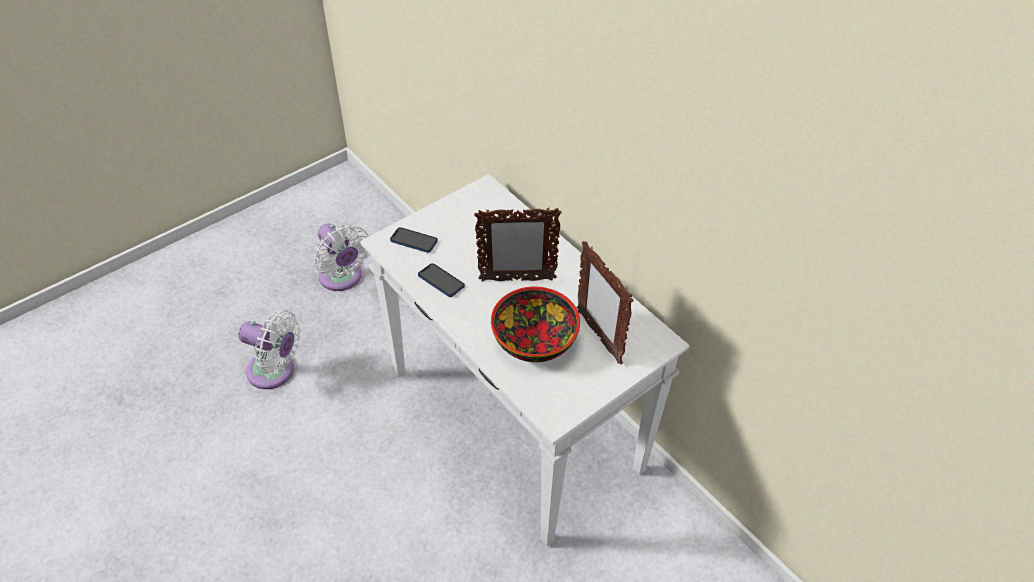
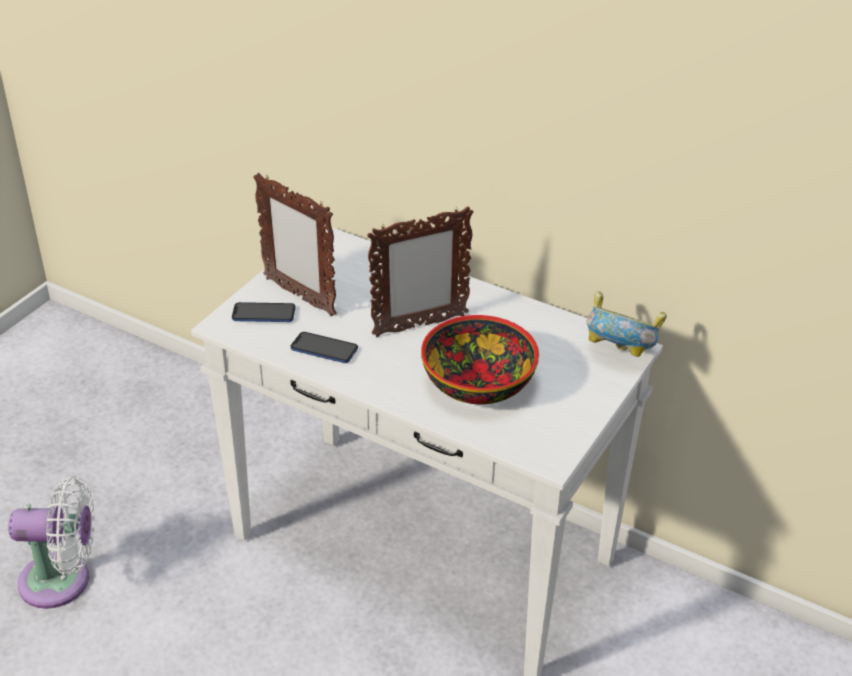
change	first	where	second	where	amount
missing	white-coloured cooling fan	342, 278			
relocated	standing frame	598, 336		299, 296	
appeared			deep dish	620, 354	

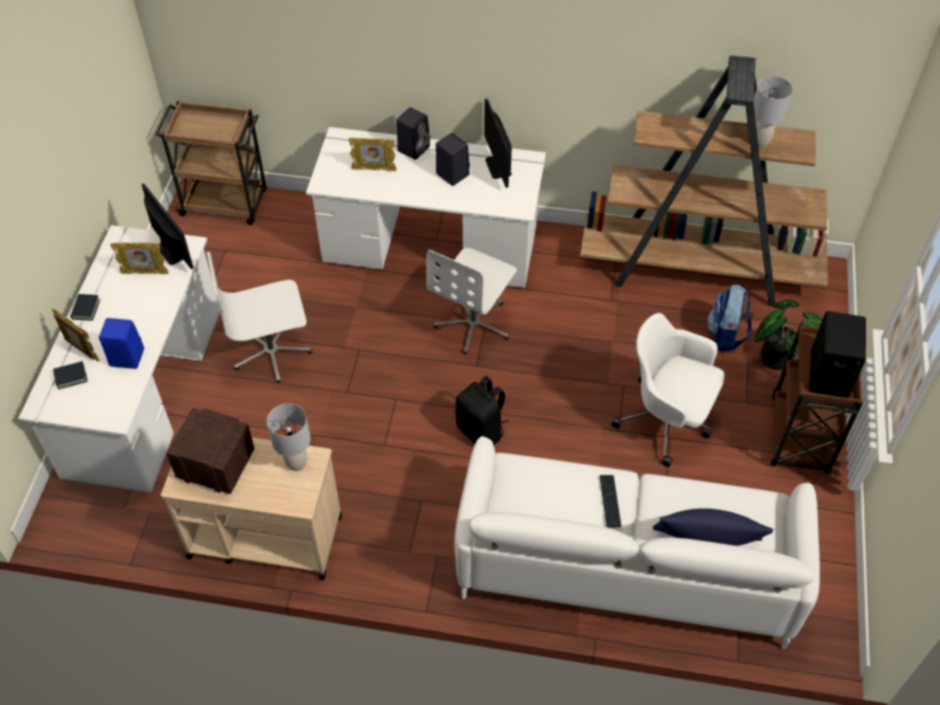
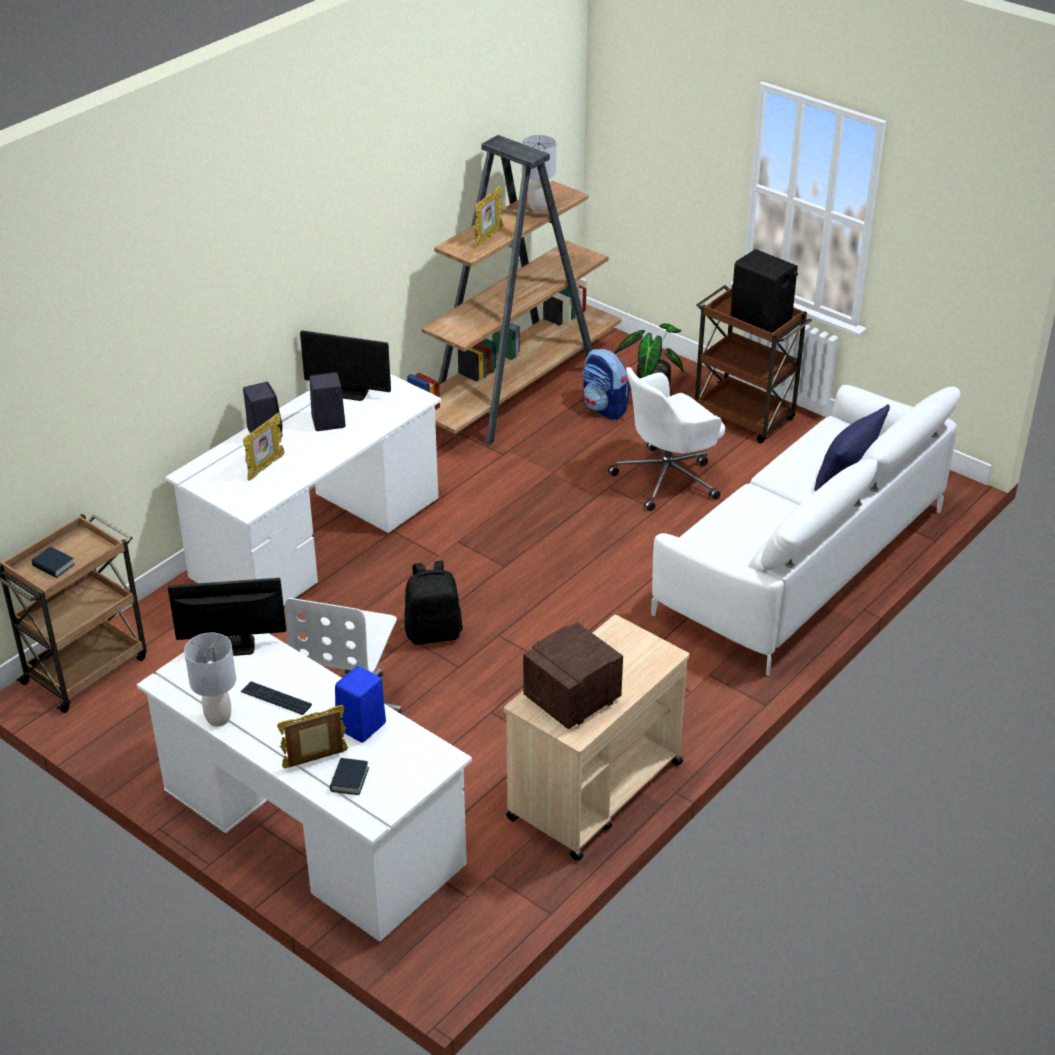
change	first	where	second	where	amount
relocated	volume	86, 309		53, 566	
relocated	standing frame	145, 273		488, 237	
relocated	grey tabletop lamp	296, 463		218, 719	
missing	white-coloured desk chair	474, 324			
relocated	black-coloured knapsack	481, 430		434, 632	
relocated	keyboard	610, 501		276, 699	

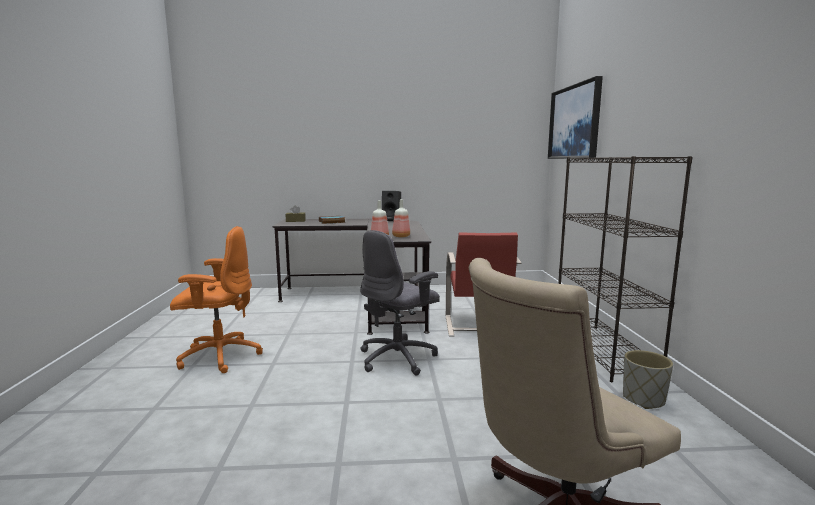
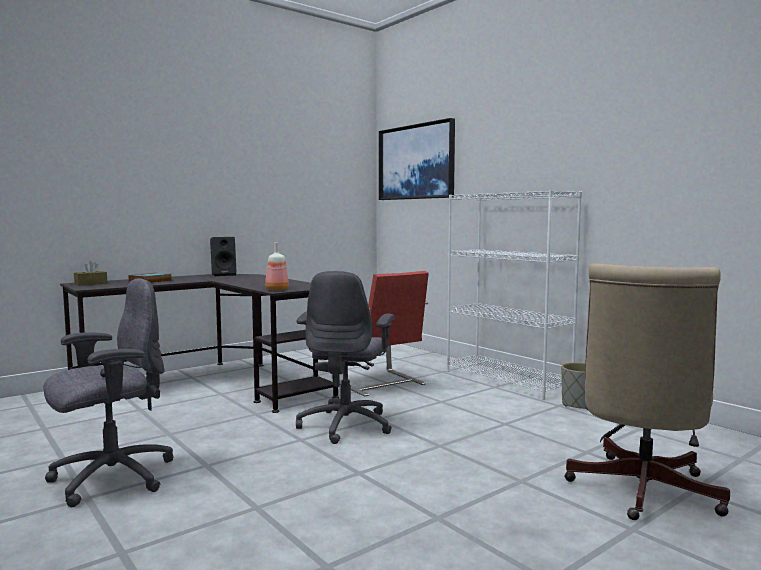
change	first	where	second	where	amount
colour	orange desk chair	219, 356	grey desk chair	110, 478	
missing	bottle	400, 236			
colour	black-coloured bookcase	603, 351	white-coloured bookcase	507, 380	

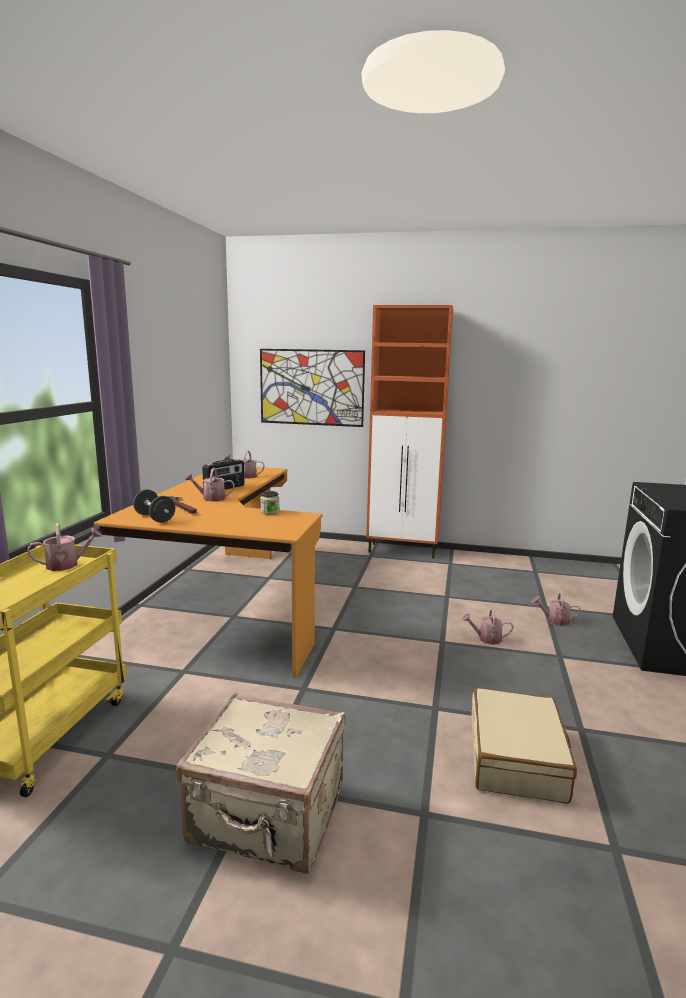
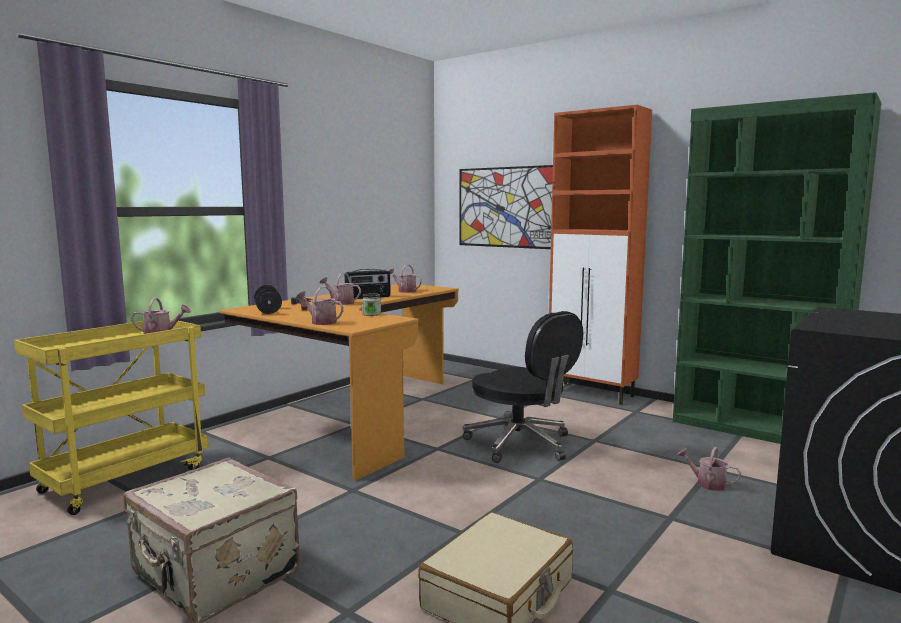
change	first	where	second	where	amount
relocated	watering pot	486, 639		321, 322	
appeared			black-coloured desk chair	521, 444	
appeared			green bookcase	756, 429	

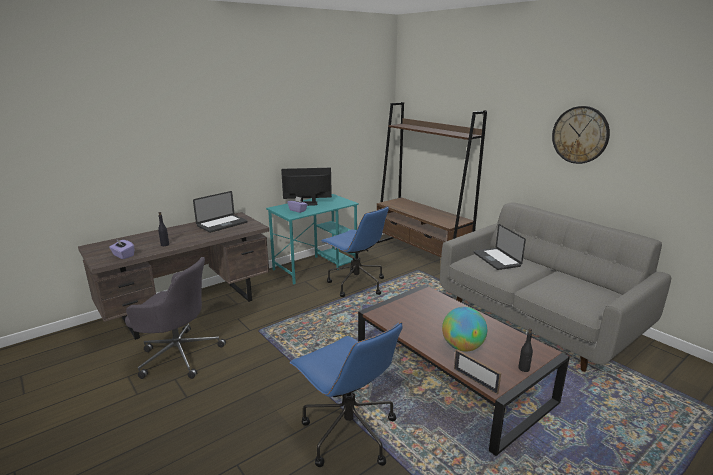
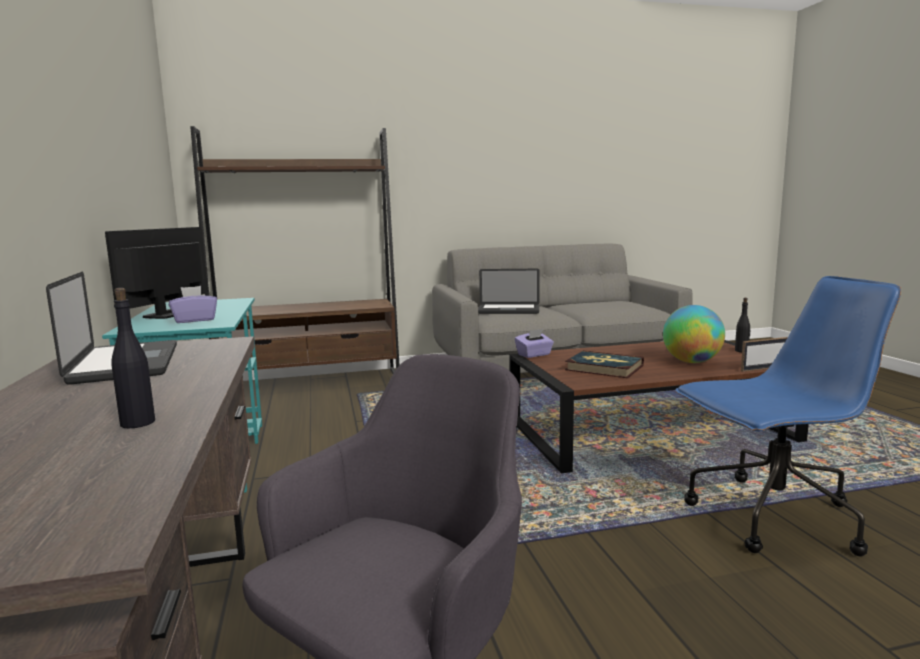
change	first	where	second	where	amount
relocated	purplish tissue box	123, 255		534, 355	
missing	bluish desk chair	356, 284			
missing	clock on the wall	580, 135			
appeared			volume	604, 368	

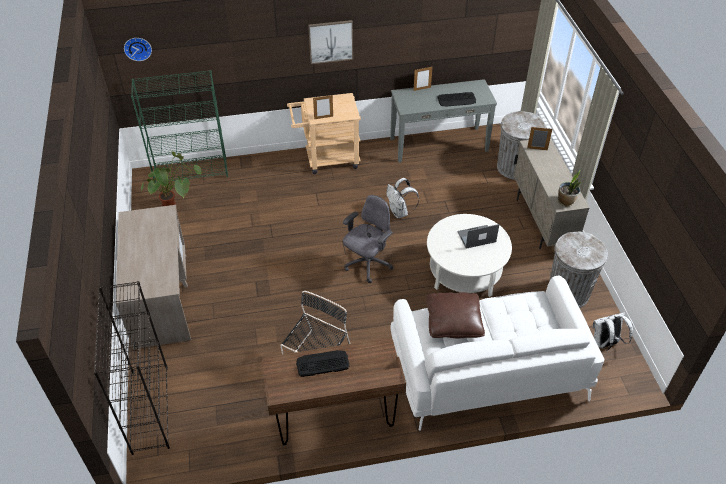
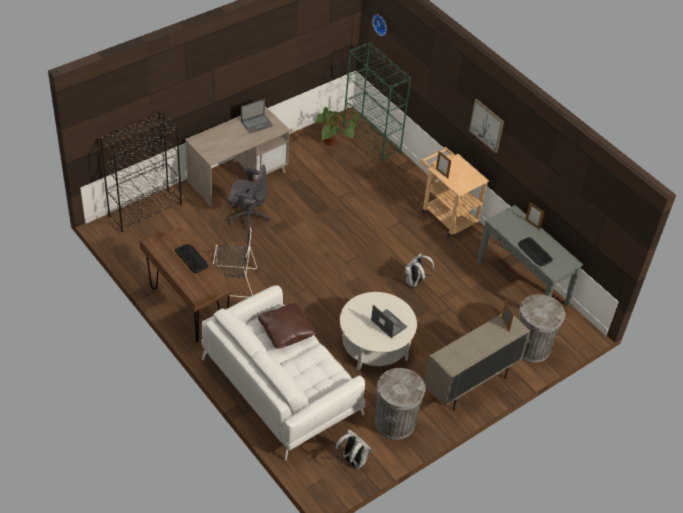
change	first	where	second	where	amount
relocated	grey desk chair	367, 264		247, 217	
missing	plant in a pot	566, 201			
appeared			laptop	257, 123	

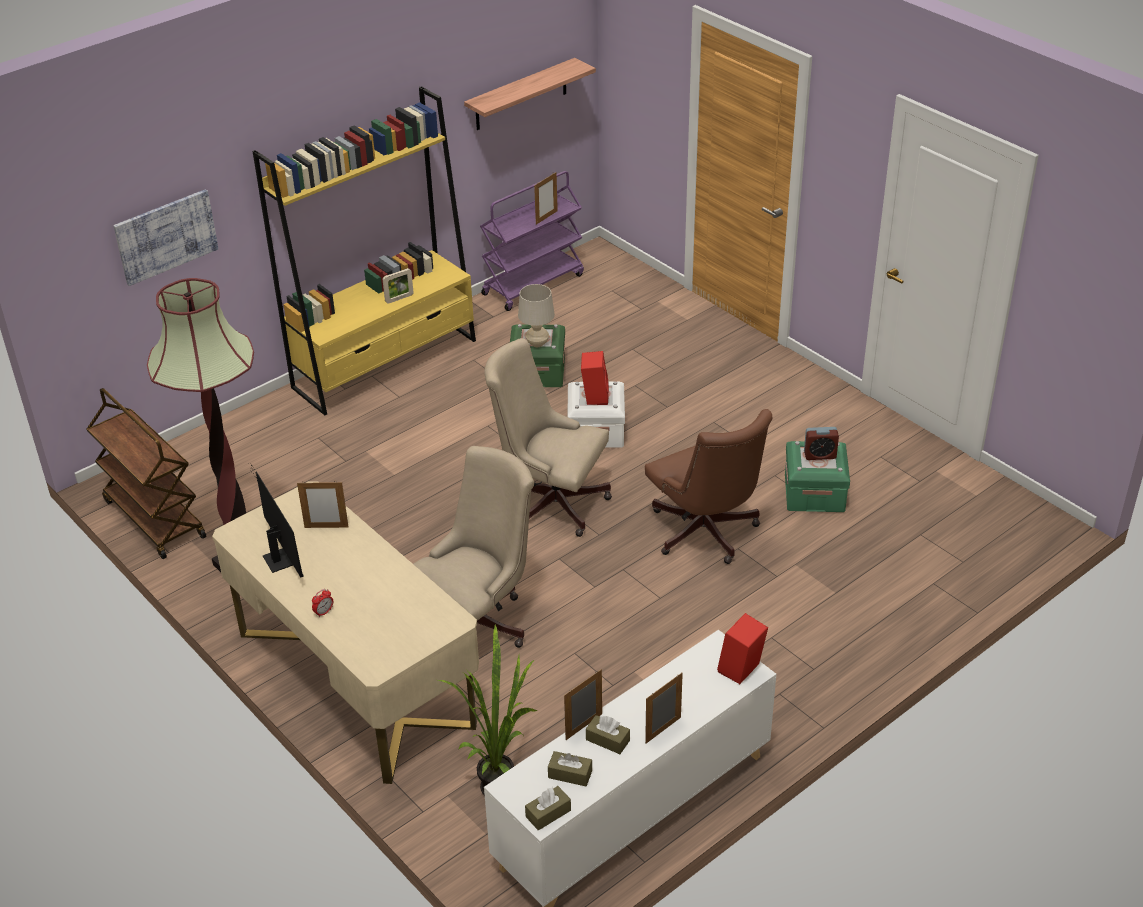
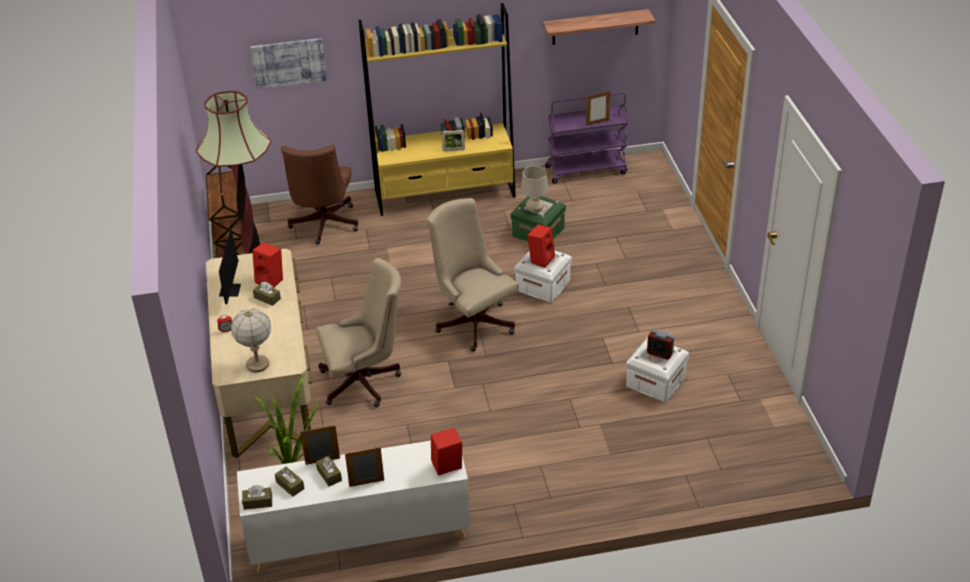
change	first	where	second	where	amount
exchanged	standing frame	326, 527	red audio speaker	271, 280	
relocated	brownish desk chair	706, 535		323, 226	
colour	green storage bin	814, 493	white-coloured storage bin	655, 381	
appeared			tabletop lamp	257, 364	
appeared			brownish tissue box	267, 298	

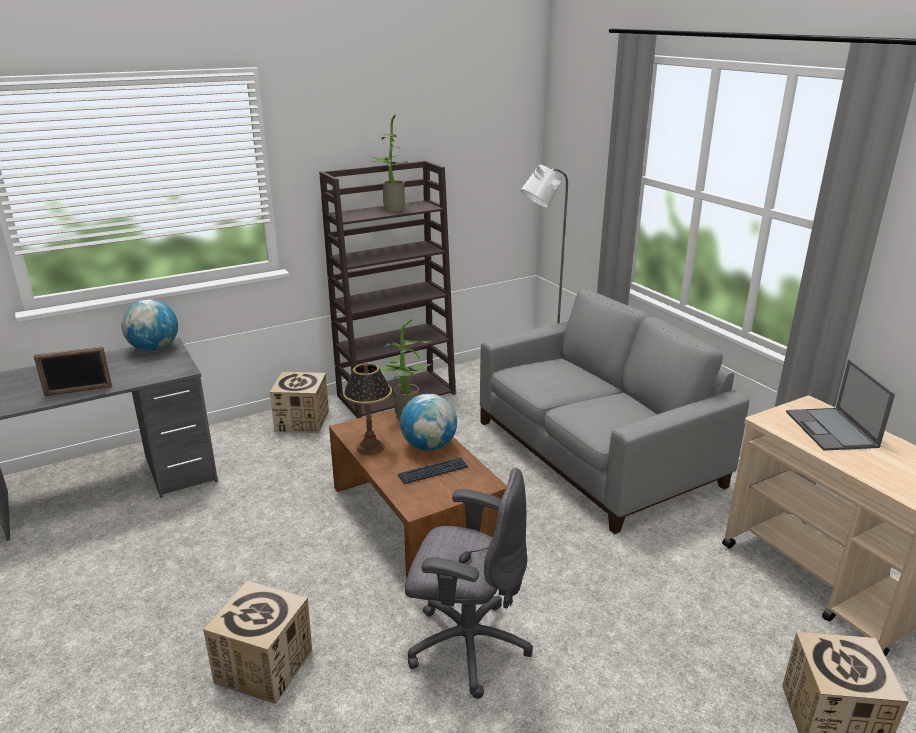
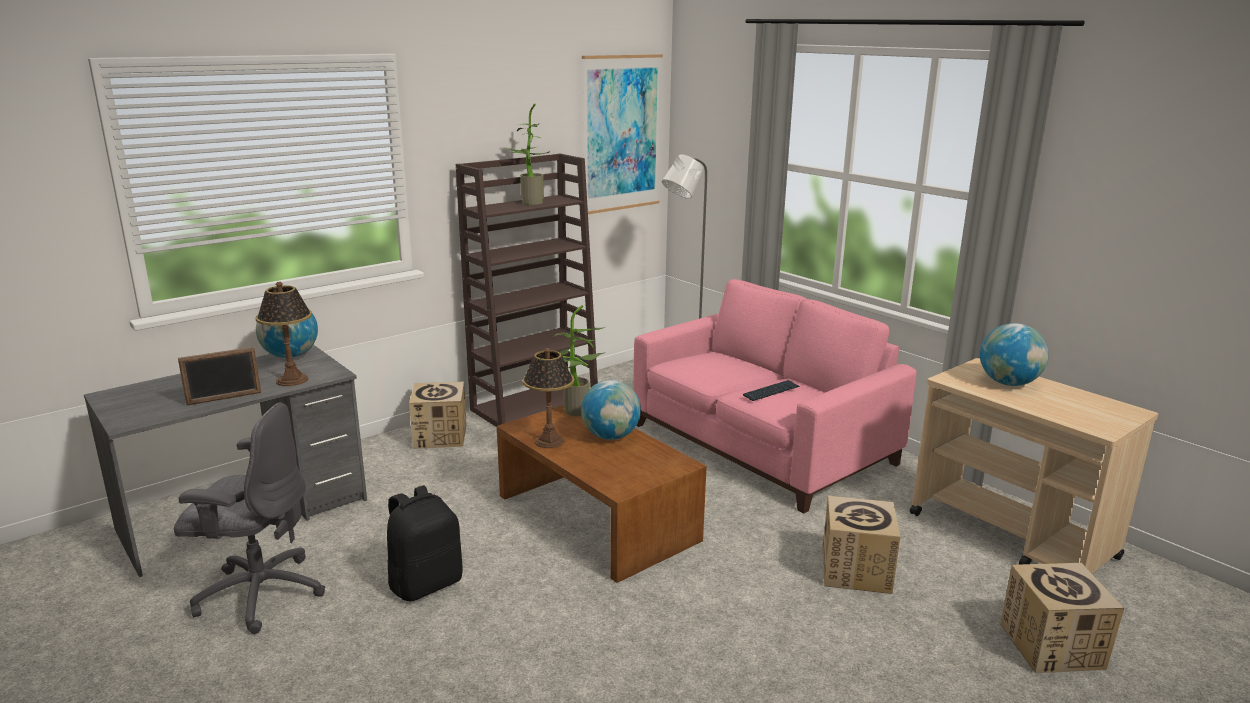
change	first	where	second	where	amount
relocated	packing box	265, 666		856, 570	
relocated	keyboard	433, 472		771, 391	
relocated	grey desk chair	466, 645		259, 593	
colour	grey sofa	594, 453	pink sofa	760, 444	
exchanged	laptop	832, 430	world globe	1008, 383	
appeared			tabletop lamp	292, 380	
appeared			black-coloured knapsack	426, 583	
appeared			picture	621, 133	

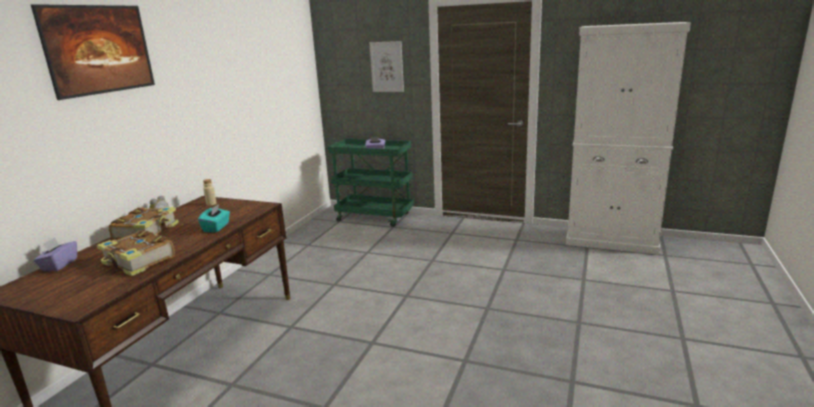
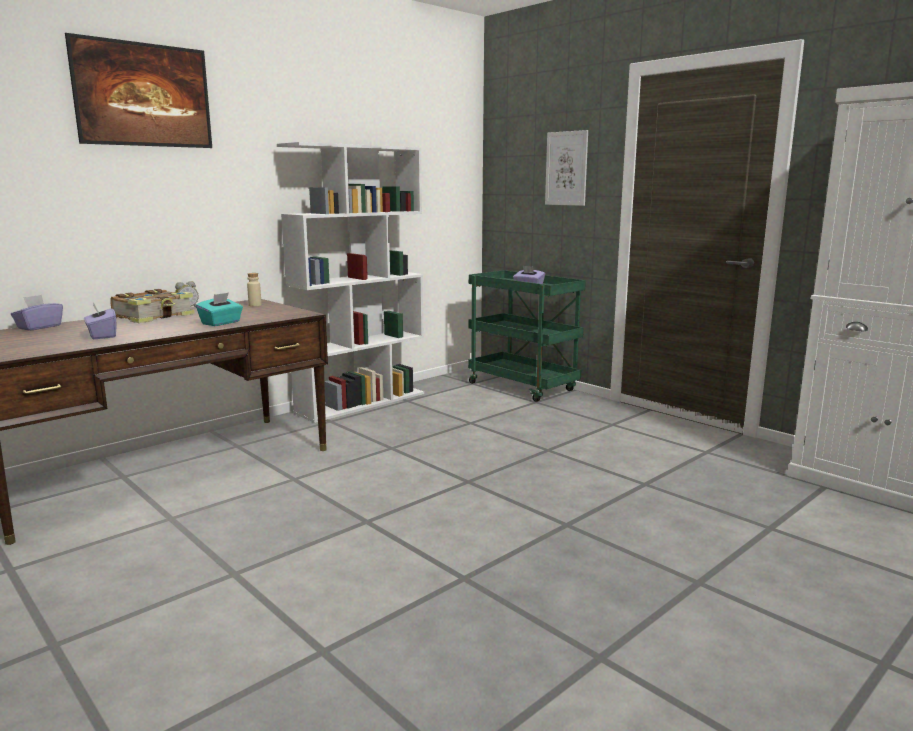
change	first	where	second	where	amount
exchanged	volume	138, 261	purplish tissue box	102, 335	
appeared			white-coloured bookcase	361, 402	

